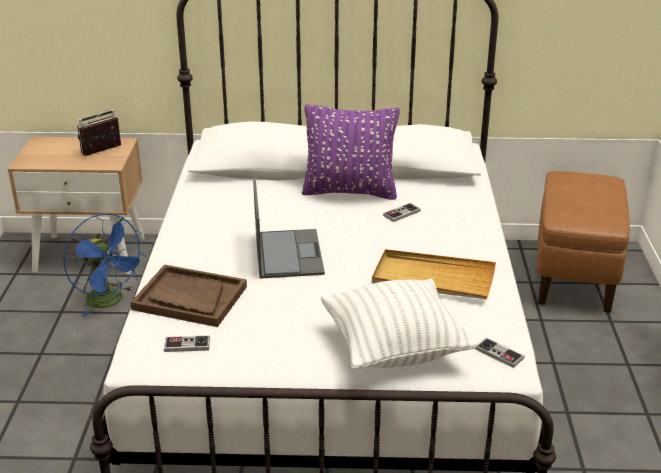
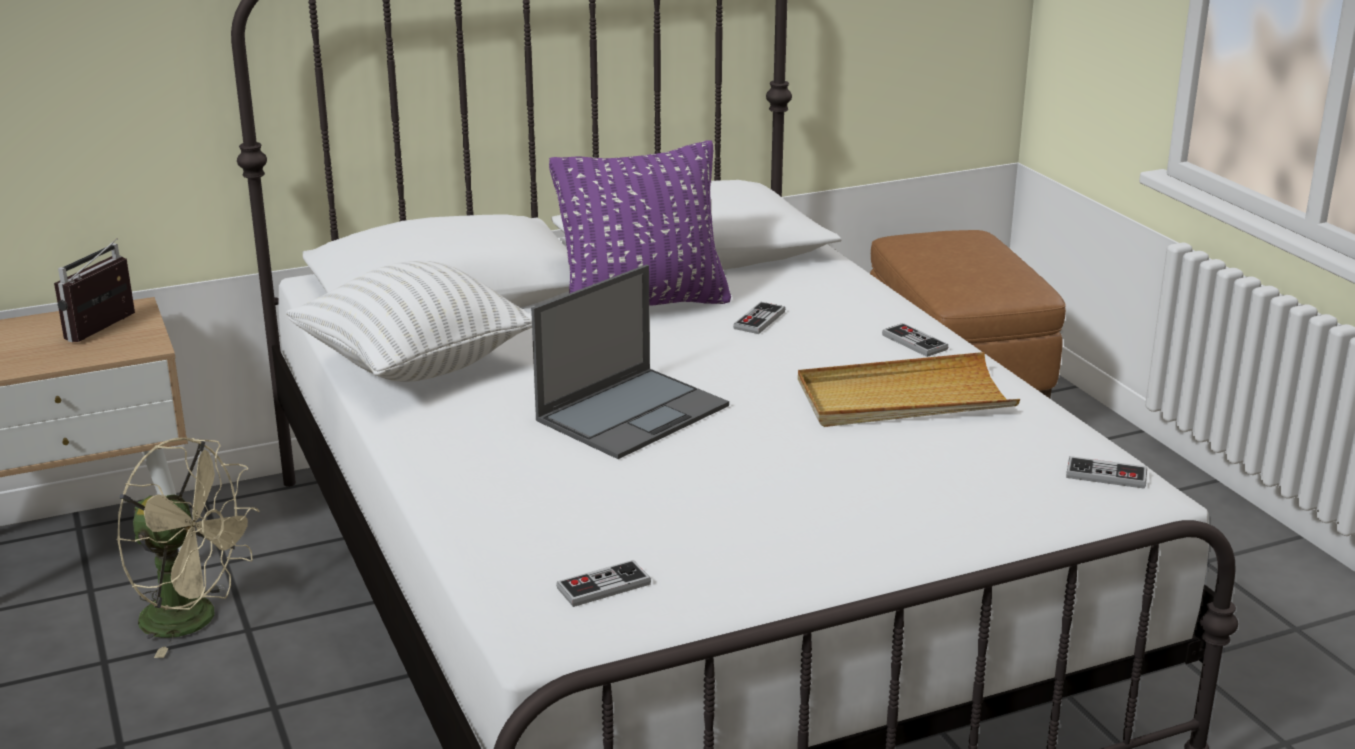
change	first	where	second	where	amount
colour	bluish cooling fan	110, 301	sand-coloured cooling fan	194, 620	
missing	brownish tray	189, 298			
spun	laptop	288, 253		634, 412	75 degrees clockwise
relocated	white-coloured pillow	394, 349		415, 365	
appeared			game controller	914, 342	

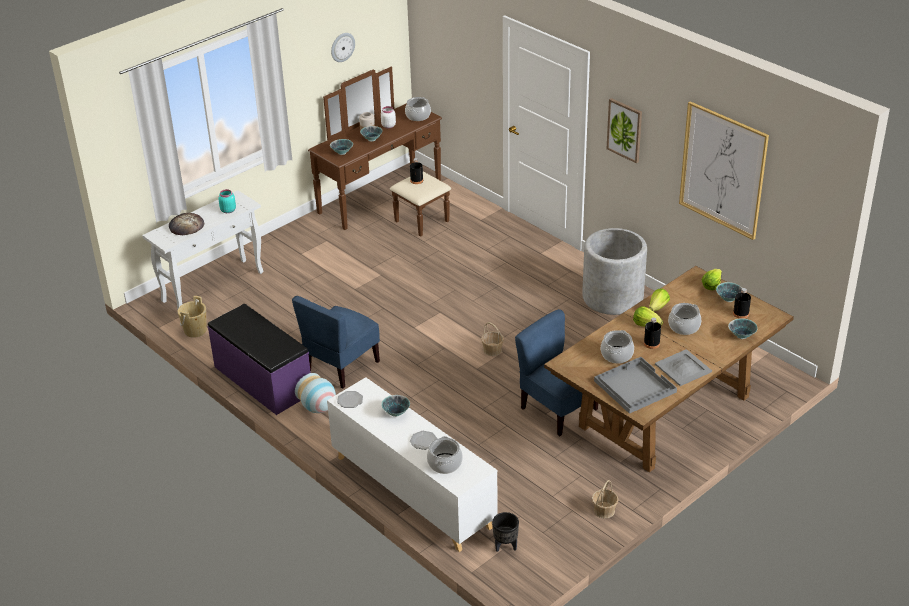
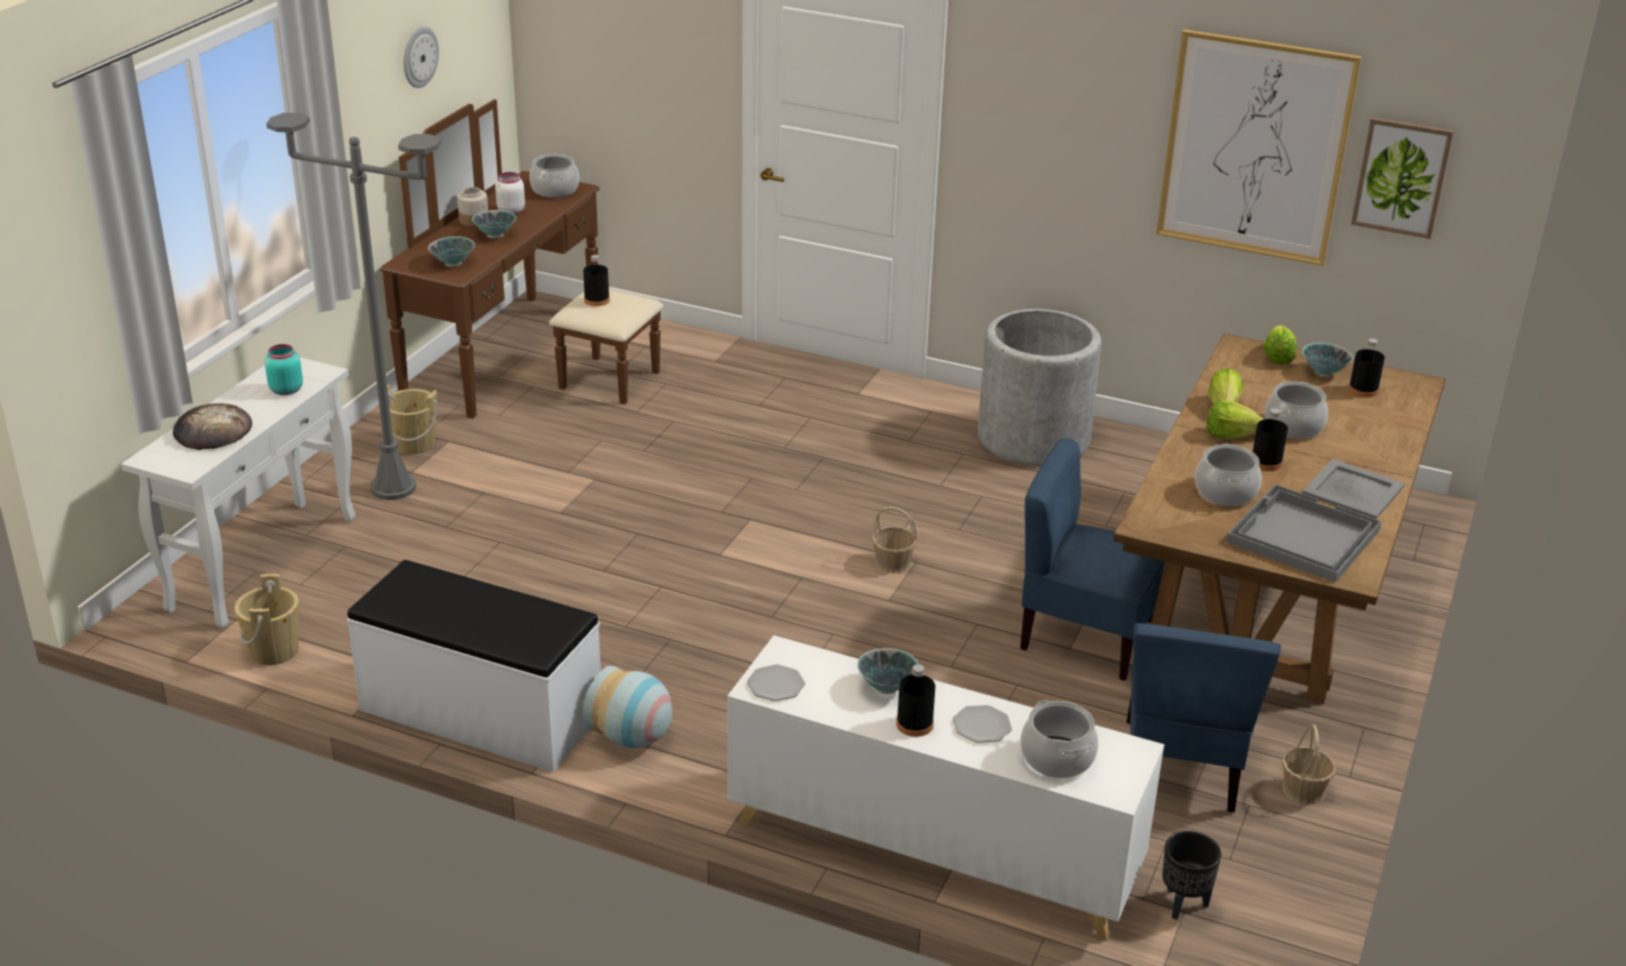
change	first	where	second	where	amount
colour	purplish indoor bench	262, 380	white-coloured indoor bench	480, 713	
relocated	bluish chair	341, 366		1182, 766	
relocated	picture	625, 130		1401, 177	
missing	deep dish	742, 336			
appeared			grey standing lamp	394, 488	
appeared			sand-coloured water bucket	414, 444	
appeared			black-coloured bottle	914, 724	

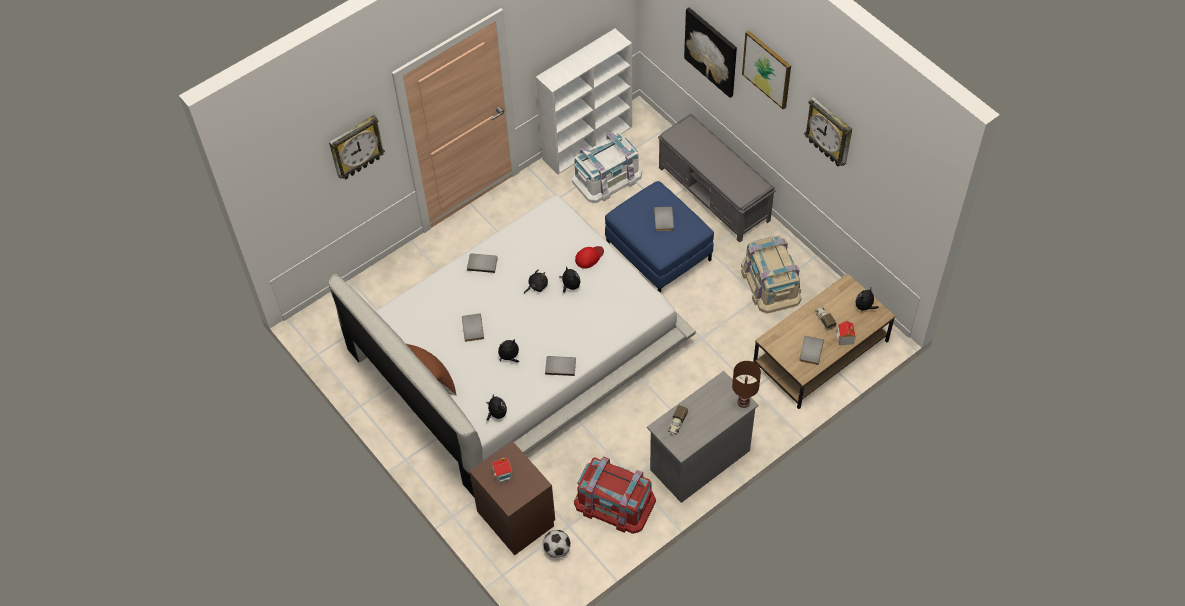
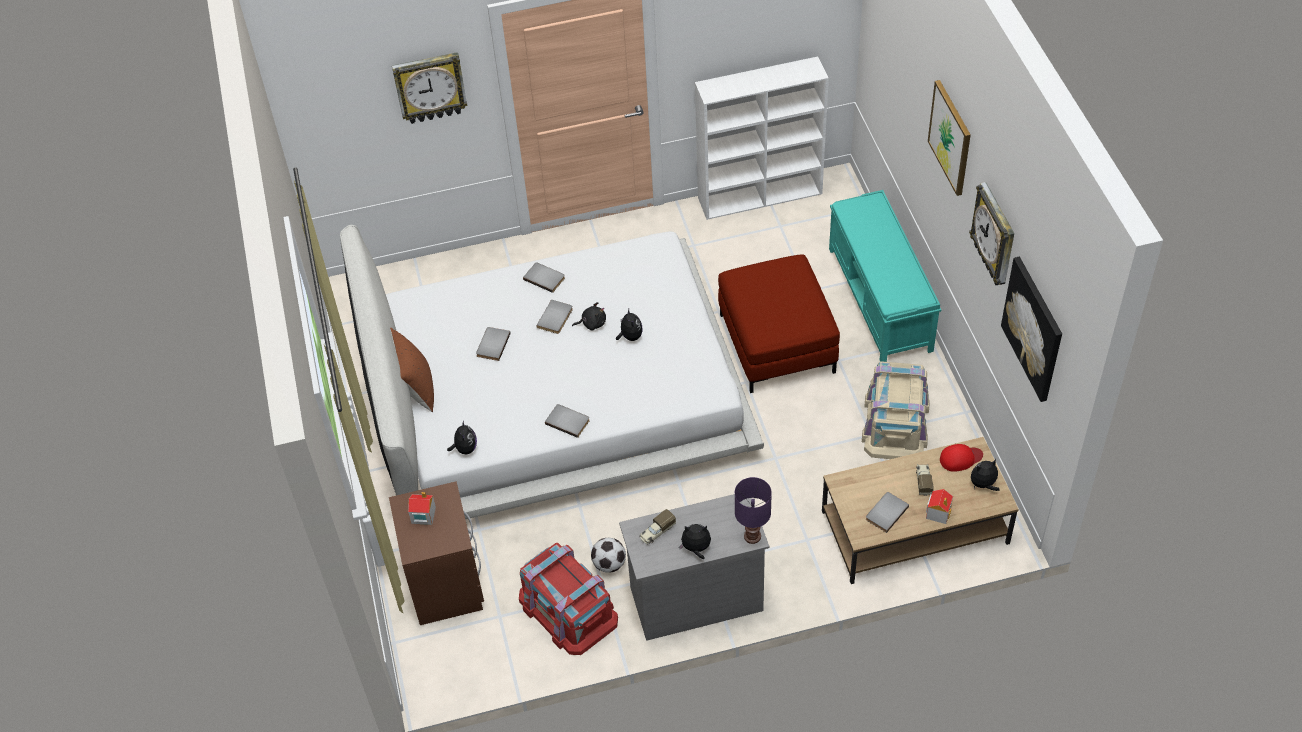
change	first	where	second	where	amount
relocated	soft toy	509, 357		696, 549	
relocated	football ball	557, 549		609, 564	
missing	white-coloured storage bin	606, 177			
relocated	red peaked cap	589, 257		960, 458	
colour	bluish footrest	657, 252	red footrest	776, 343	
relocated	grey volume	664, 219		556, 318	
colour	grey indoor bench	714, 194	blue-green indoor bench	880, 300	
relocated	picture	711, 51		1034, 328	
colour	brownish tabletop lamp	744, 401	purplish tabletop lamp	753, 536	

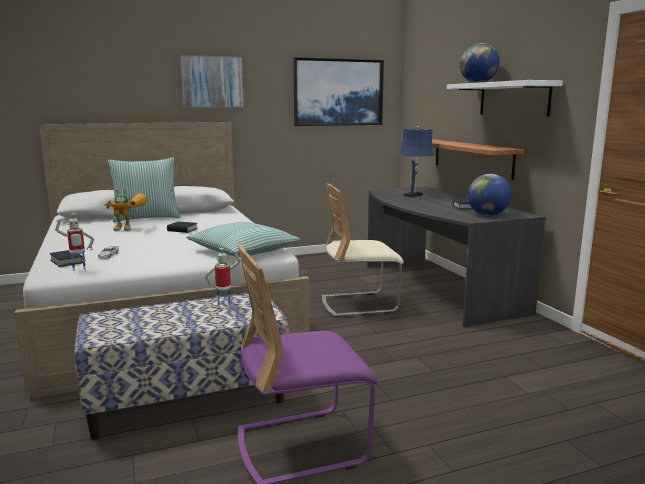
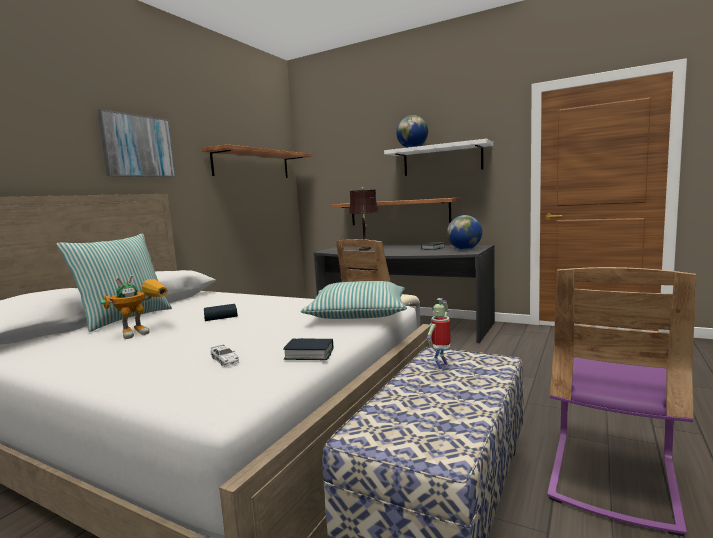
change	first	where	second	where	amount
relocated	volume	67, 262		309, 354	
missing	model robot	78, 269			
exchanged	picture	338, 92	wall shelf	252, 164	
colour	bluish tabletop lamp	414, 195	brownish tabletop lamp	365, 249	

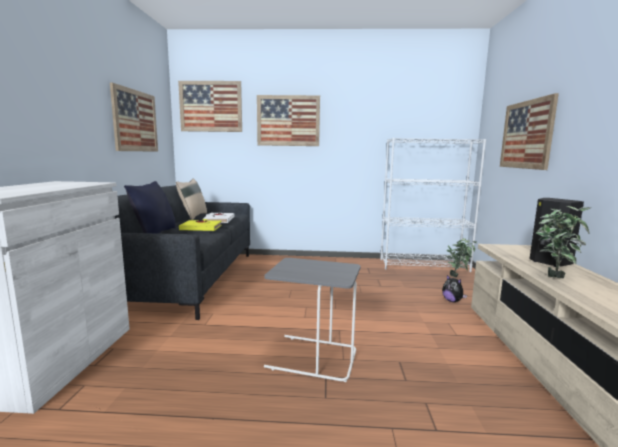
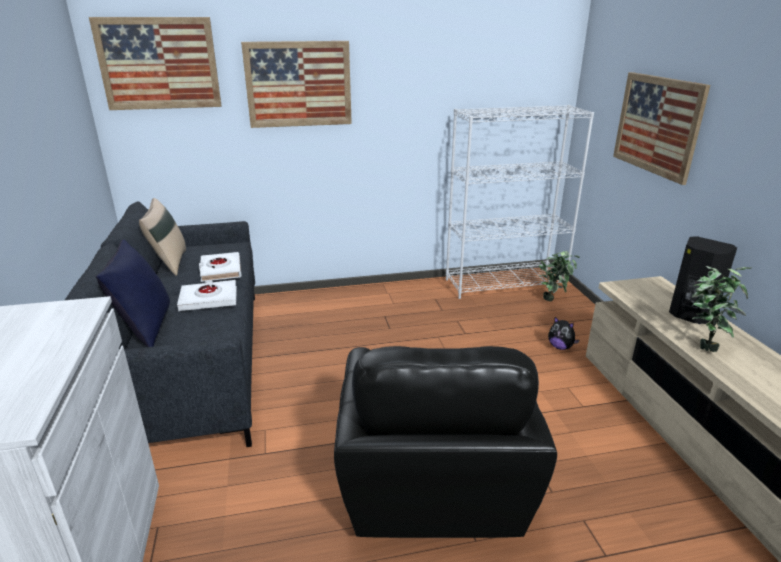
change	first	where	second	where	amount
missing	picture	135, 121			
colour	yellowish volume	201, 228	white-coloured volume	209, 299	
exchanged	grey accent table	311, 358	black-coloured lounge chair	433, 482	

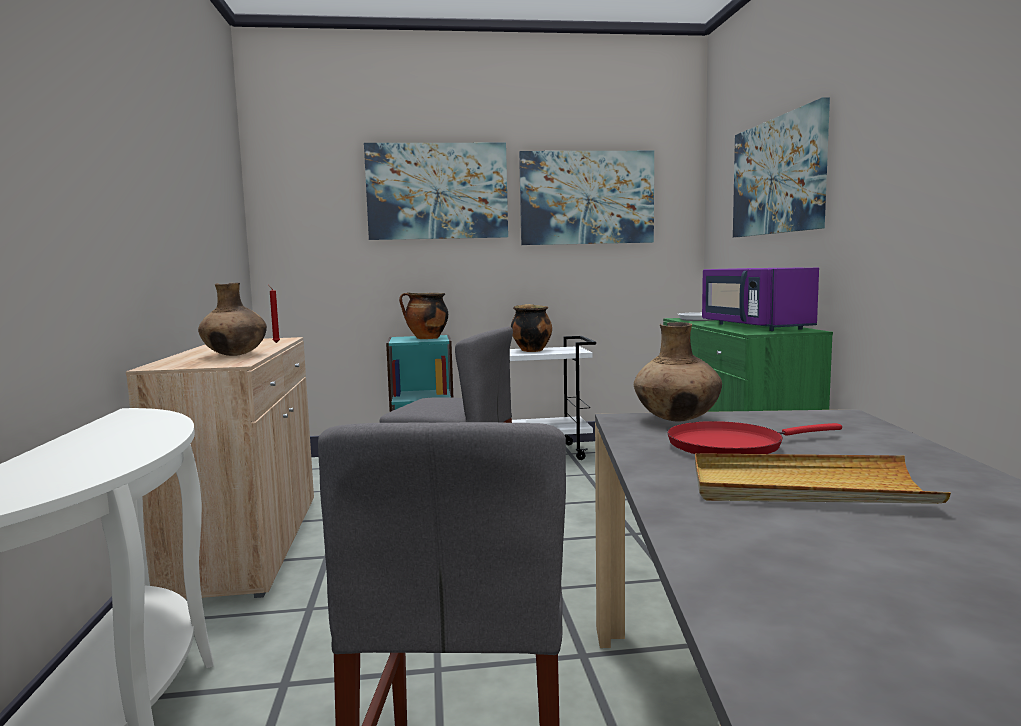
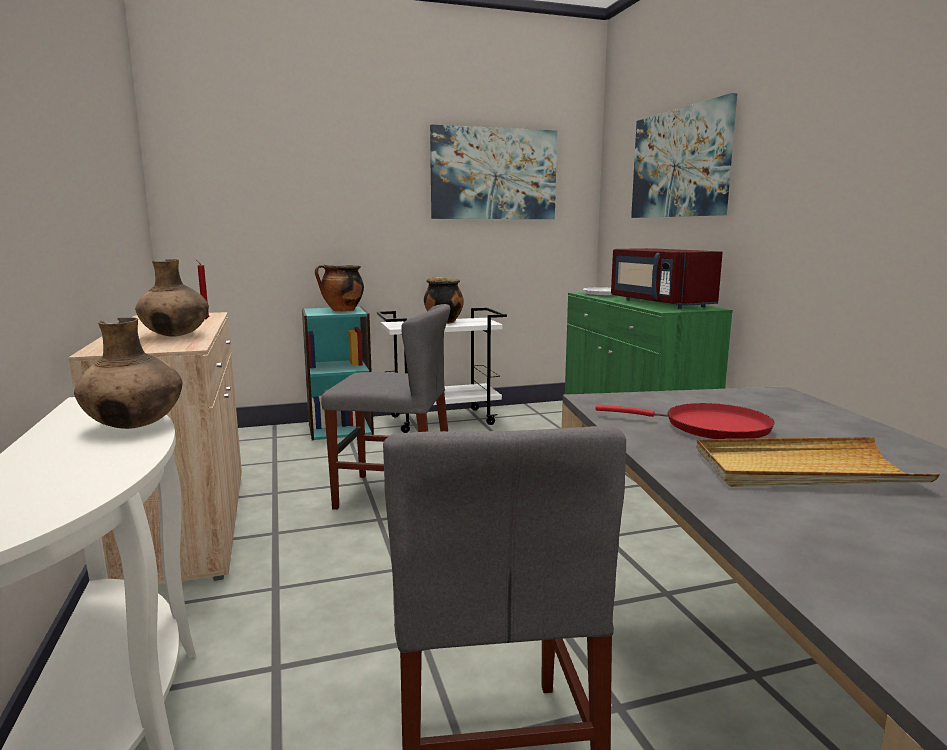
change	first	where	second	where	amount
missing	picture	437, 191			
relocated	brownish flower vase	677, 420		135, 425	
spun	red skillet	731, 446		709, 427	135 degrees counterclockwise
colour	purplish microwave	753, 326	red microwave	659, 303	

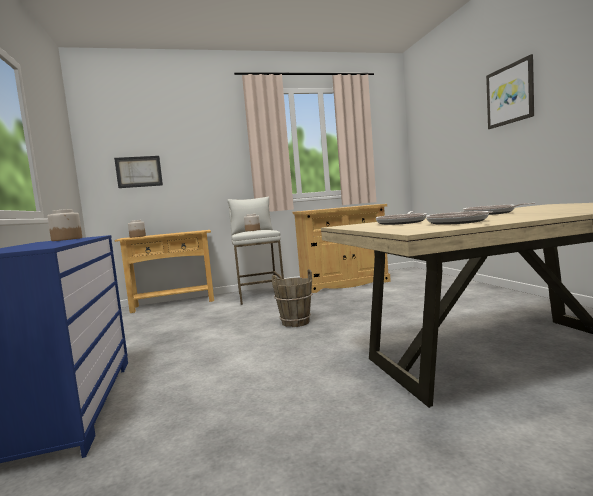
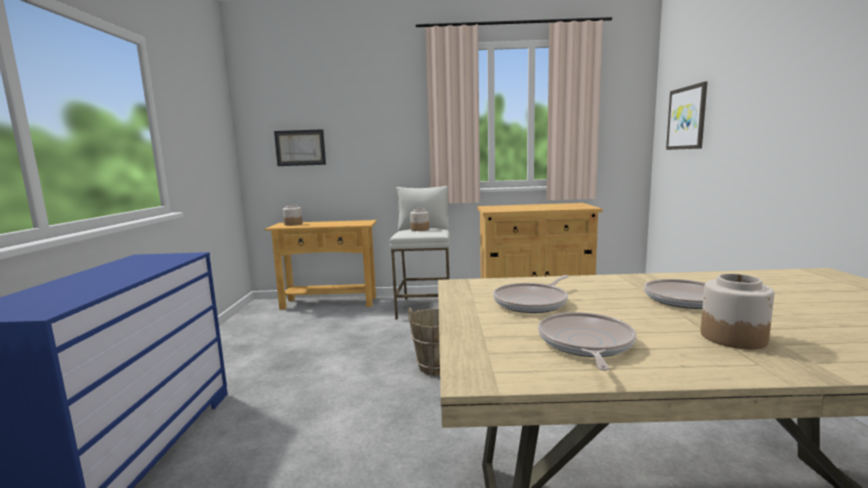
change	first	where	second	where	amount
relocated	storage jar	67, 239		733, 337	
relocated	picture	510, 94		687, 118	

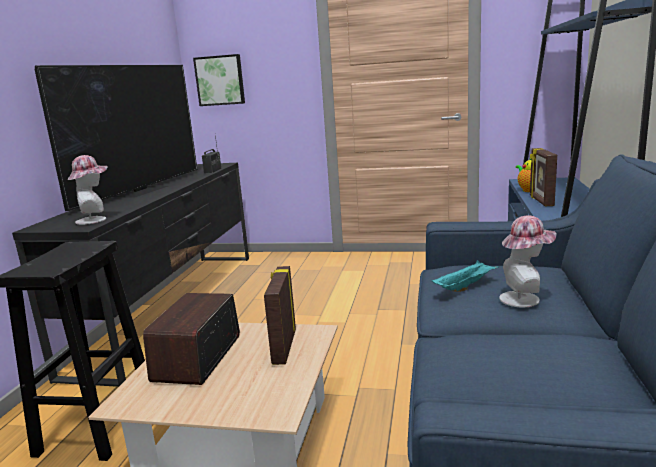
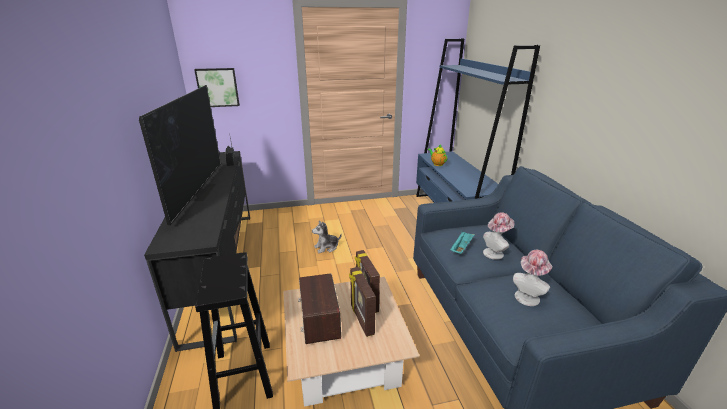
change	first	where	second	where	amount
relocated	clothing hat	95, 219		527, 296	
relocated	standing frame	540, 201		361, 319	
appeared			soft toy	326, 247	

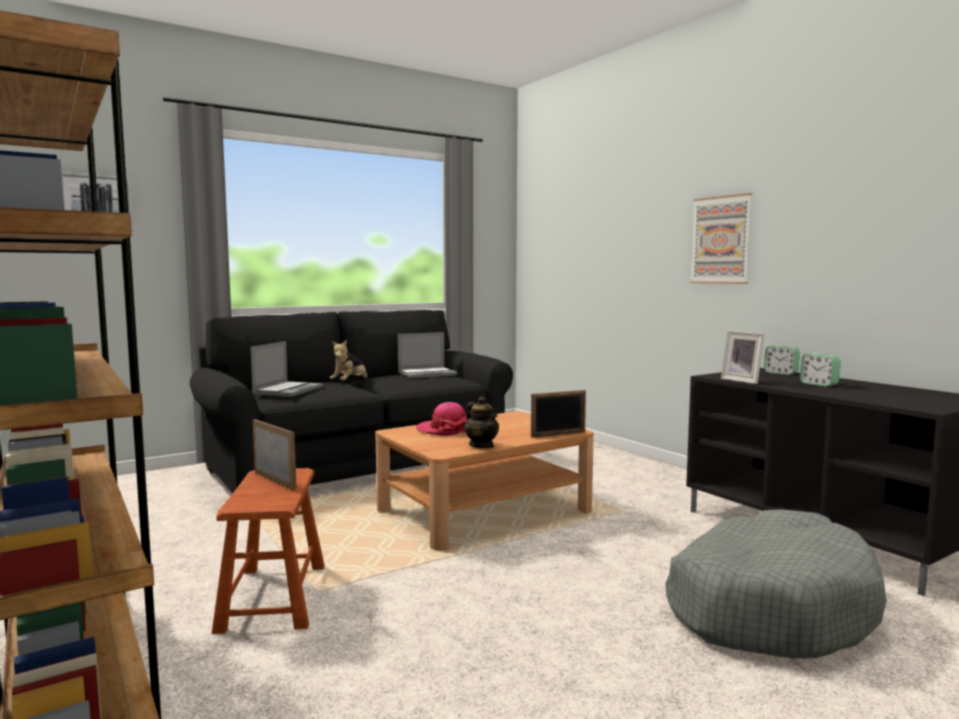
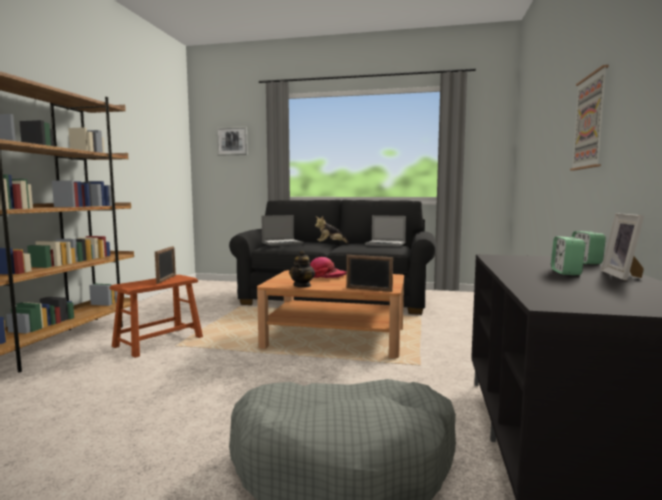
change	first	where	second	where	amount
relocated	standing frame	743, 381		624, 276	

